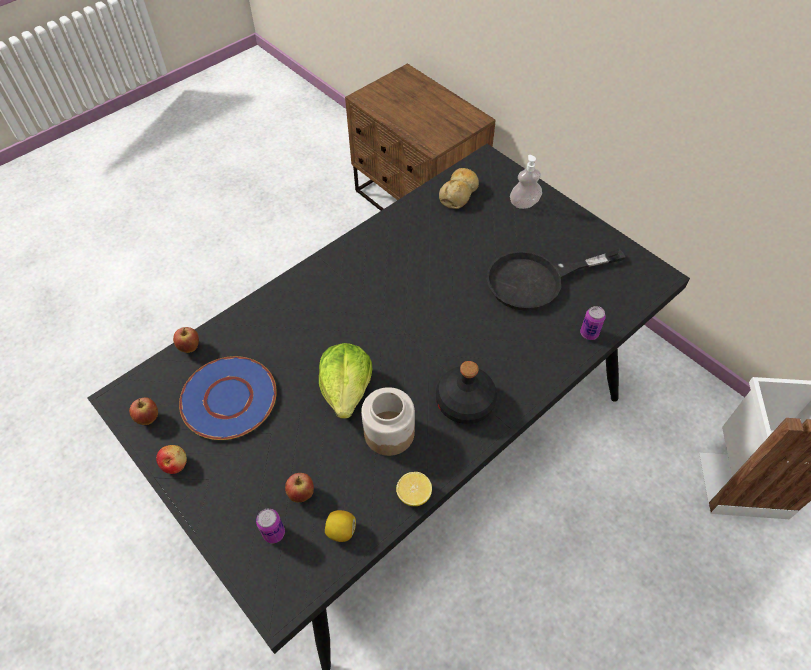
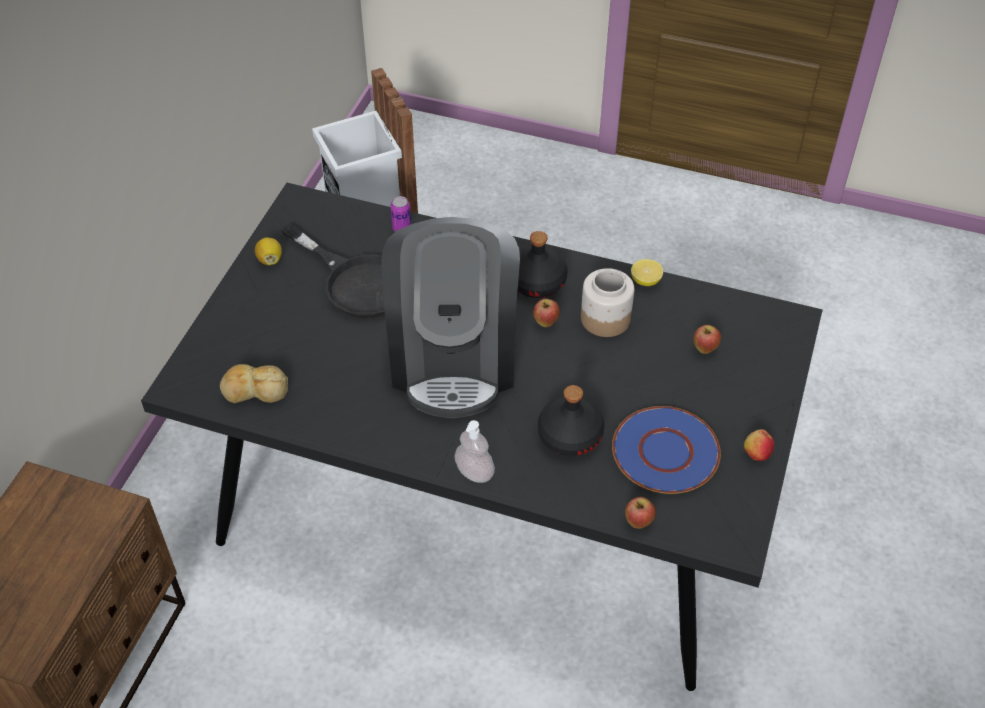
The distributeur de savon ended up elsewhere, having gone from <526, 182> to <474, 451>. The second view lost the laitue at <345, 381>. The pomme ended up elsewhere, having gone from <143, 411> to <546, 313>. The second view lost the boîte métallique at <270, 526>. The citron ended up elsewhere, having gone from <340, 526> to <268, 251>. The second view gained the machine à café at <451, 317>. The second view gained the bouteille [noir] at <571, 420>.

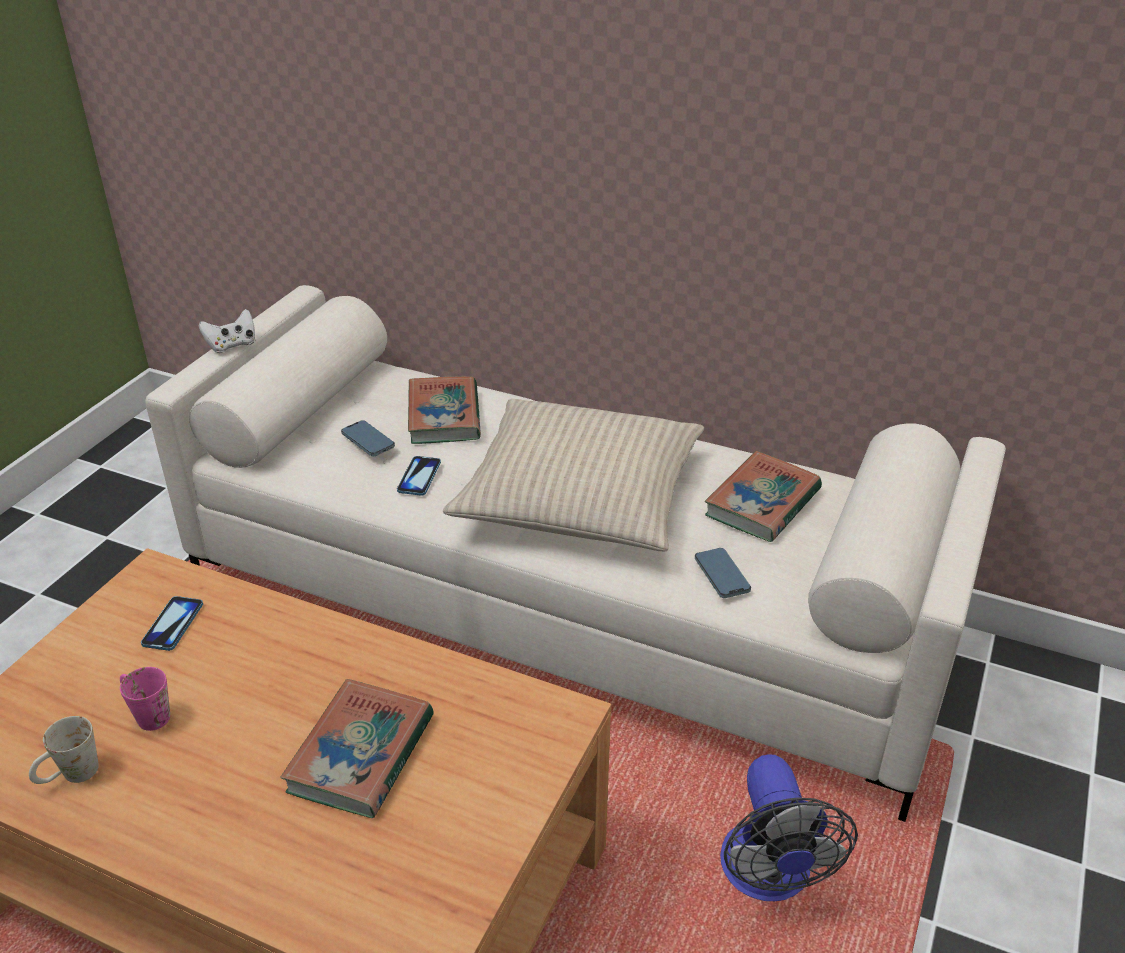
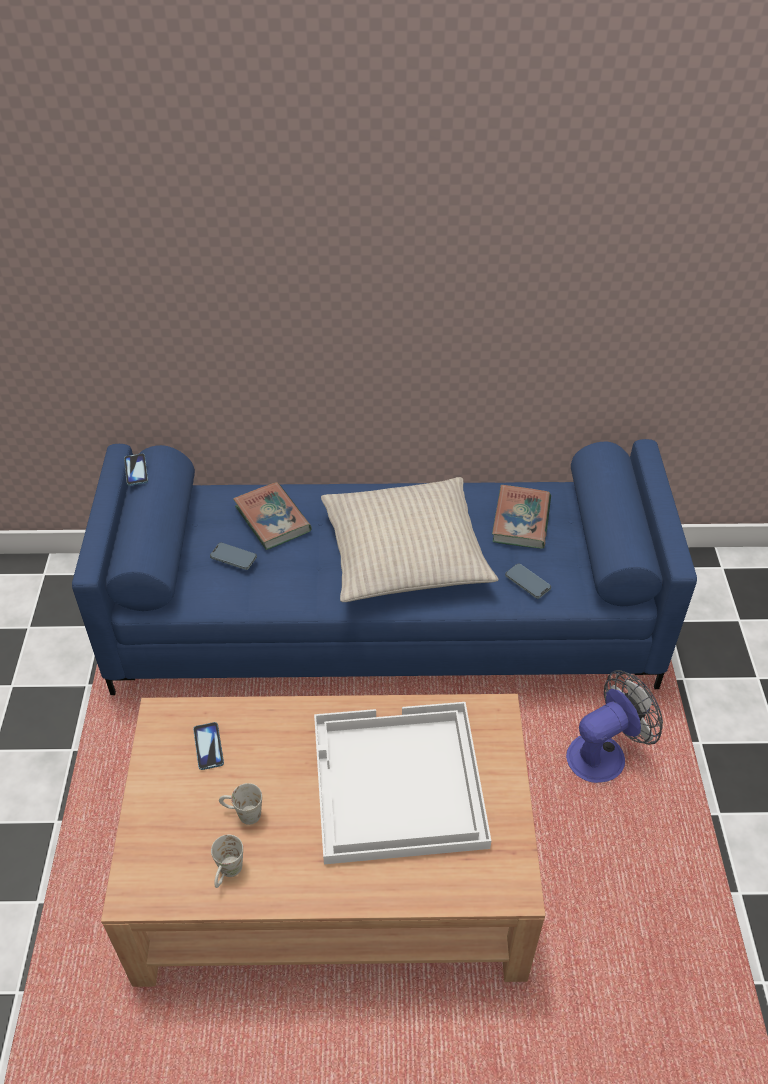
What was the canapé [blanc] at <575, 553> turned into the canapé [bleu] at <384, 567>. The second view lost the manette [blanc] at <227, 331>. The téléphone ended up elsewhere, having gone from <419, 476> to <136, 469>. What was the mug [rose] at <145, 699> turned into the mug [blanc] at <240, 804>. Where the livre stood at <357, 748>, the plateau [blanc] came to stand at <402, 783>. The ventilateur at <789, 827> ended up facing another way, 90 degrees counterclockwise from before.

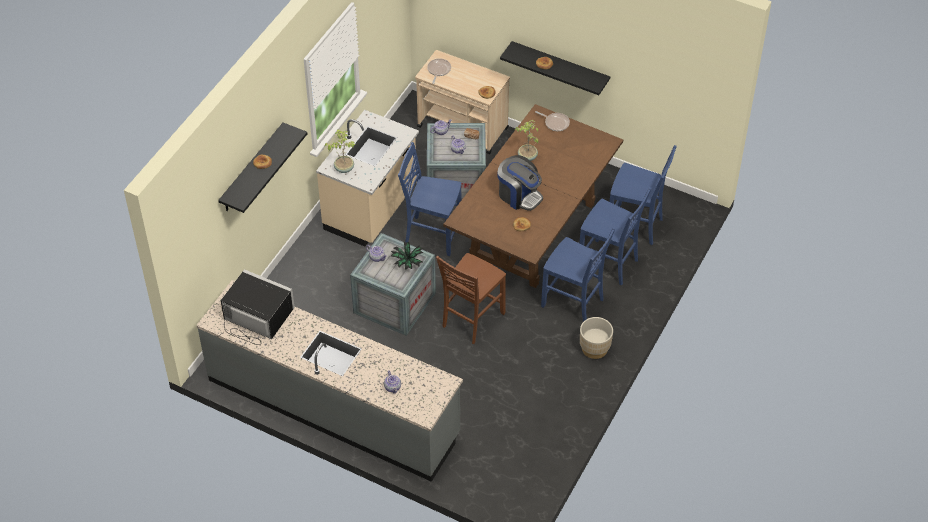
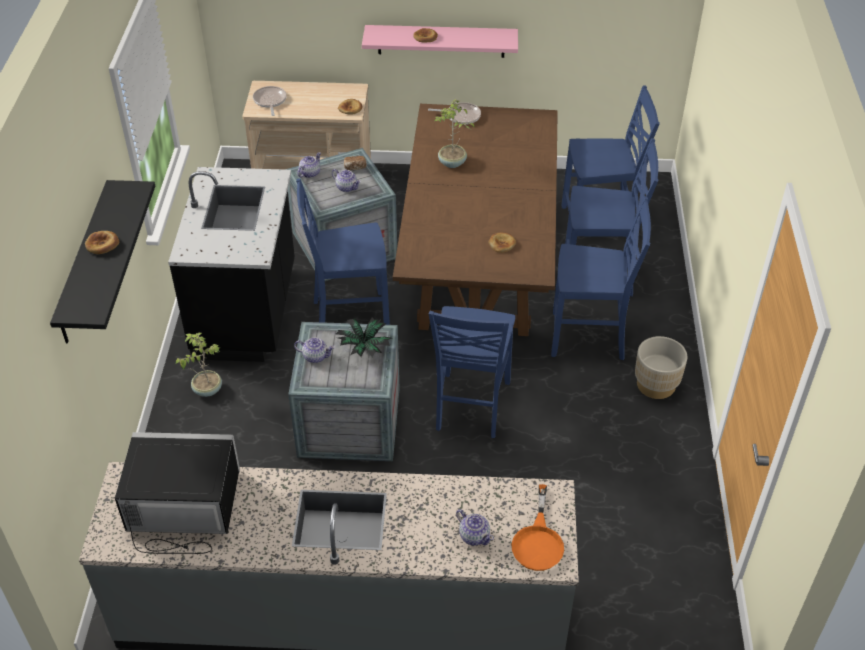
What was the étagère [noir] at <555, 68> turned into the étagère [rose] at <440, 41>. What was the comptoir de cuisine [beige] at <367, 178> turned into the comptoir de cuisine [noir] at <231, 264>. The plante en pot ended up elsewhere, having gone from <340, 151> to <198, 365>. The second view lost the machine à café at <520, 183>. What was the chaise [marron] at <471, 298> turned into the chaise [bleu] at <472, 372>. The second view gained the poêle [orange] at <537, 527>.

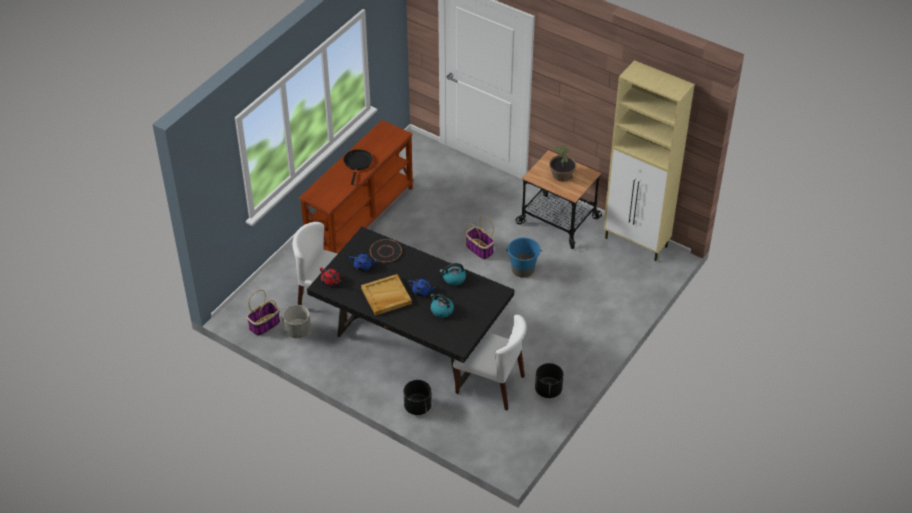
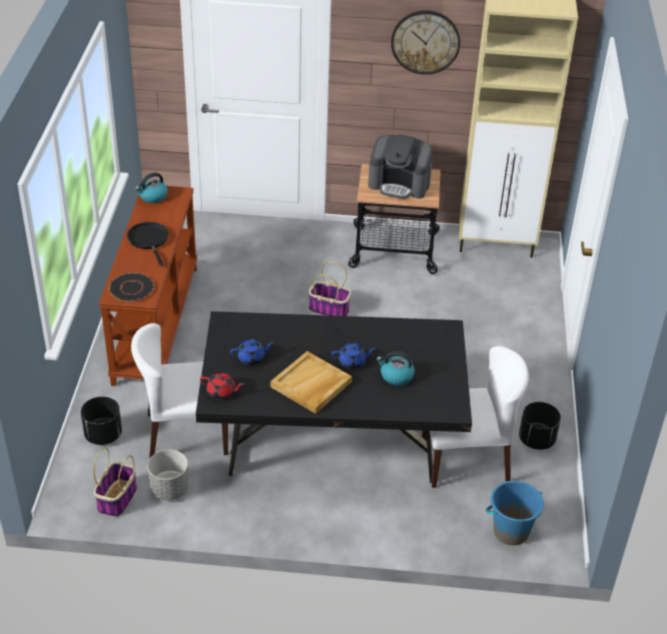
Where the plante en pot stood at <562, 163>, the machine à café came to stand at <400, 166>. The seau [bleu] ended up elsewhere, having gone from <524, 257> to <515, 513>. The assiette [noir] ended up elsewhere, having gone from <386, 250> to <131, 287>. The bouilloire ended up elsewhere, having gone from <453, 274> to <151, 187>. The cache-pot [noir] ended up elsewhere, having gone from <418, 397> to <101, 421>. The second view gained the horloge murale at <425, 42>.

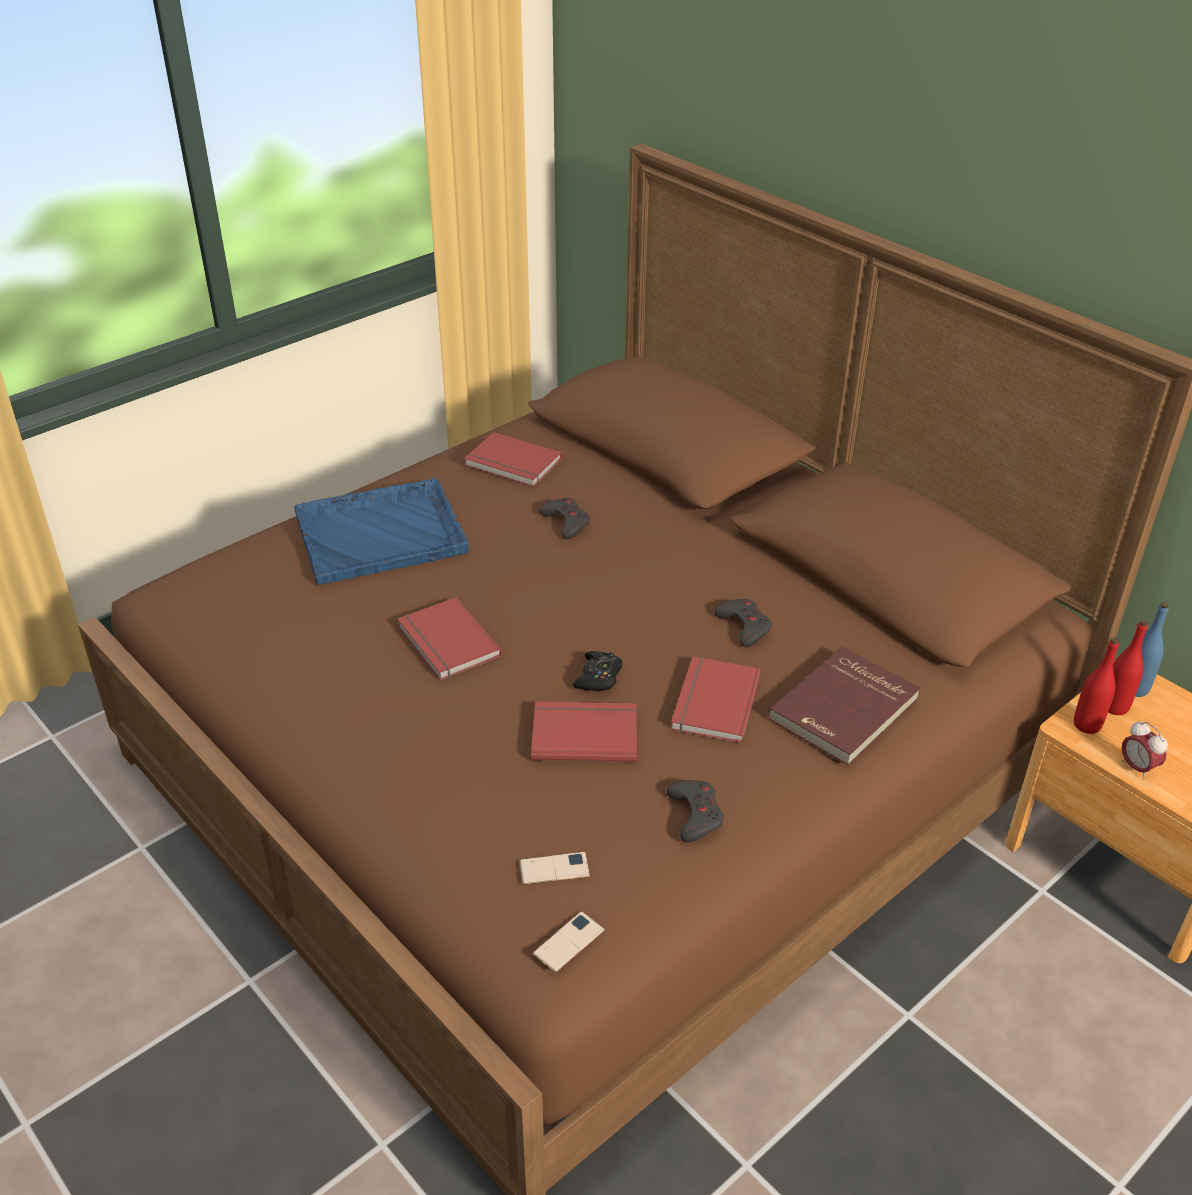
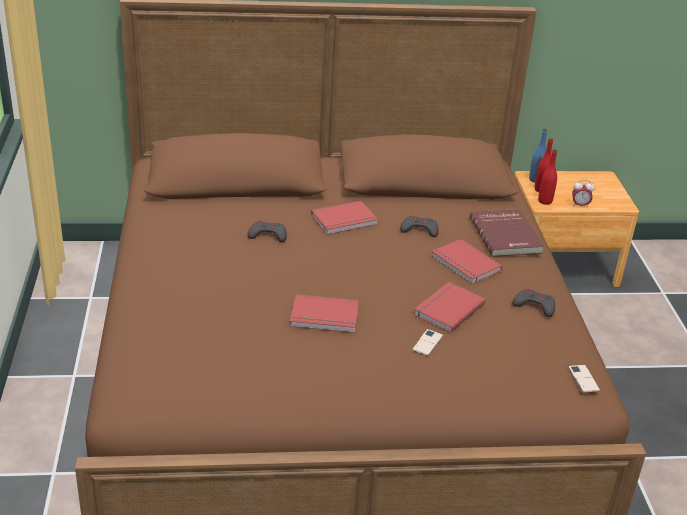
The livre [rouge] ended up elsewhere, having gone from <513, 459> to <344, 218>. The second view lost the plateau [bleu] at <381, 531>. The second view lost the manette [noir] at <598, 671>. The téléphone ended up elsewhere, having gone from <554, 868> to <427, 342>.

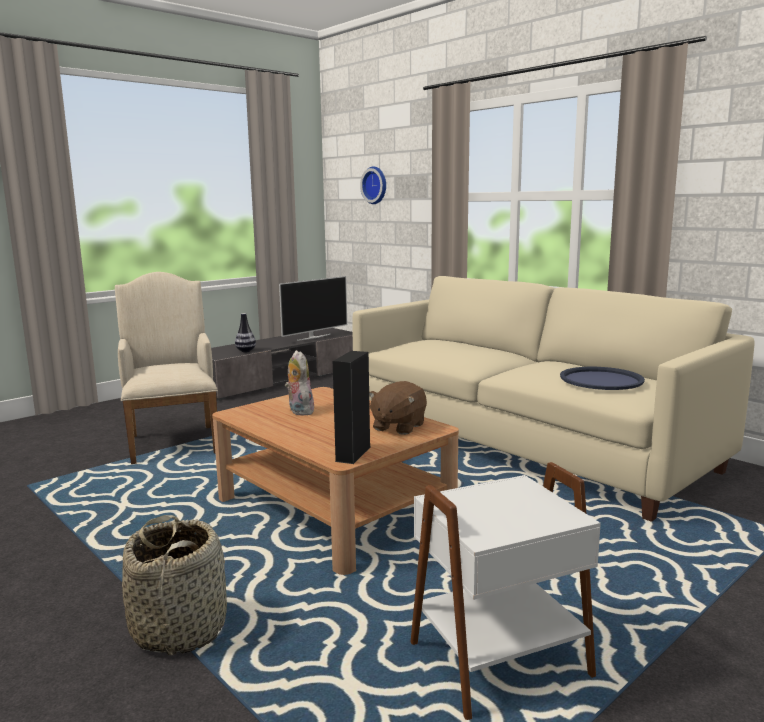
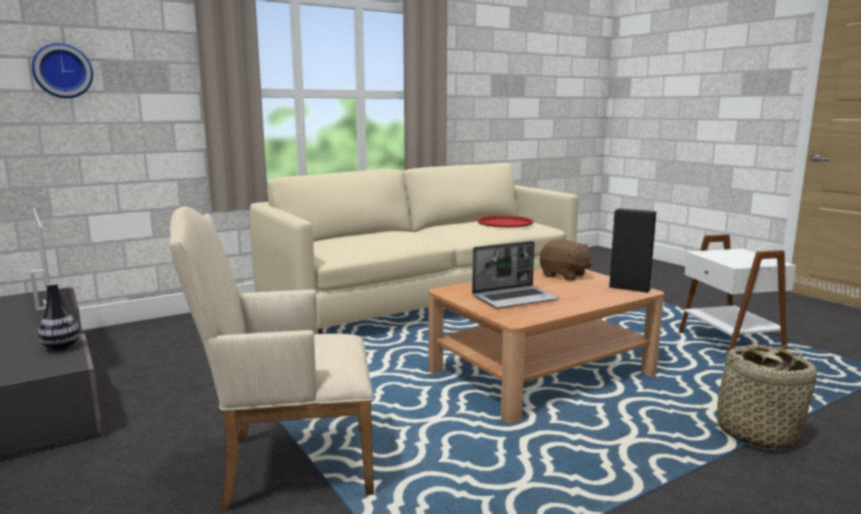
Where the peluche stood at <300, 383>, the ordinateur portable came to stand at <516, 275>. What was the plateau [bleu] at <602, 378> turned into the plateau [rouge] at <505, 222>.

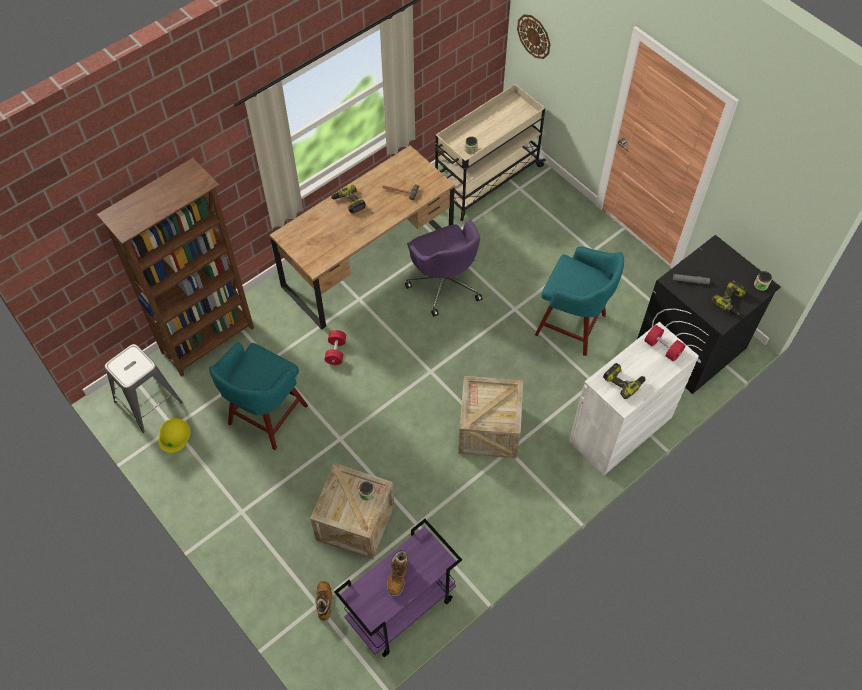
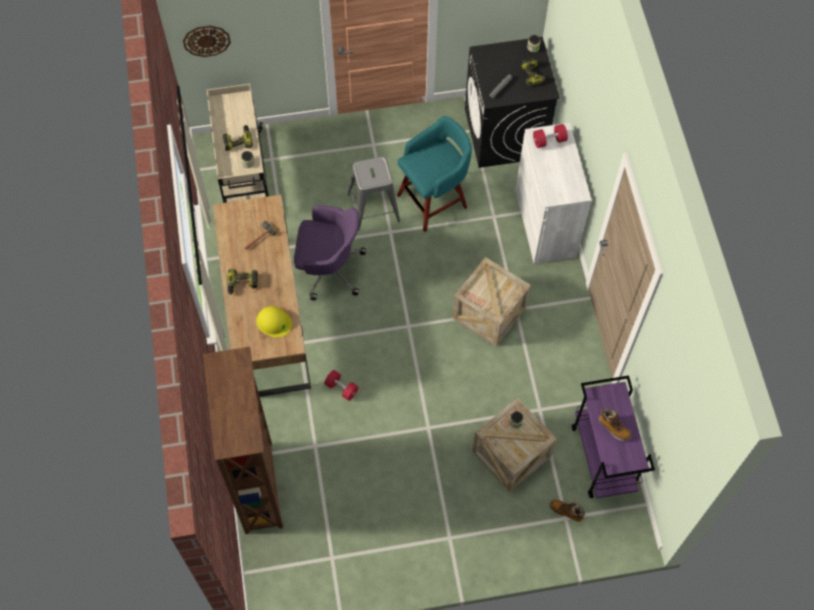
The second view lost the tabouret [turquoise] at <258, 396>. The tabouret [gris] ended up elsewhere, having gone from <143, 388> to <374, 194>. The perceuse ended up elsewhere, having gone from <624, 381> to <238, 138>. The casque de chantier [jaune] ended up elsewhere, having gone from <174, 435> to <274, 322>.

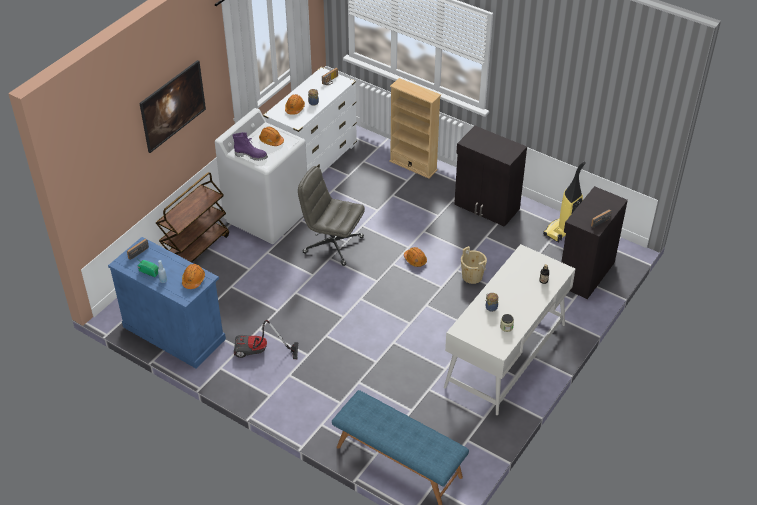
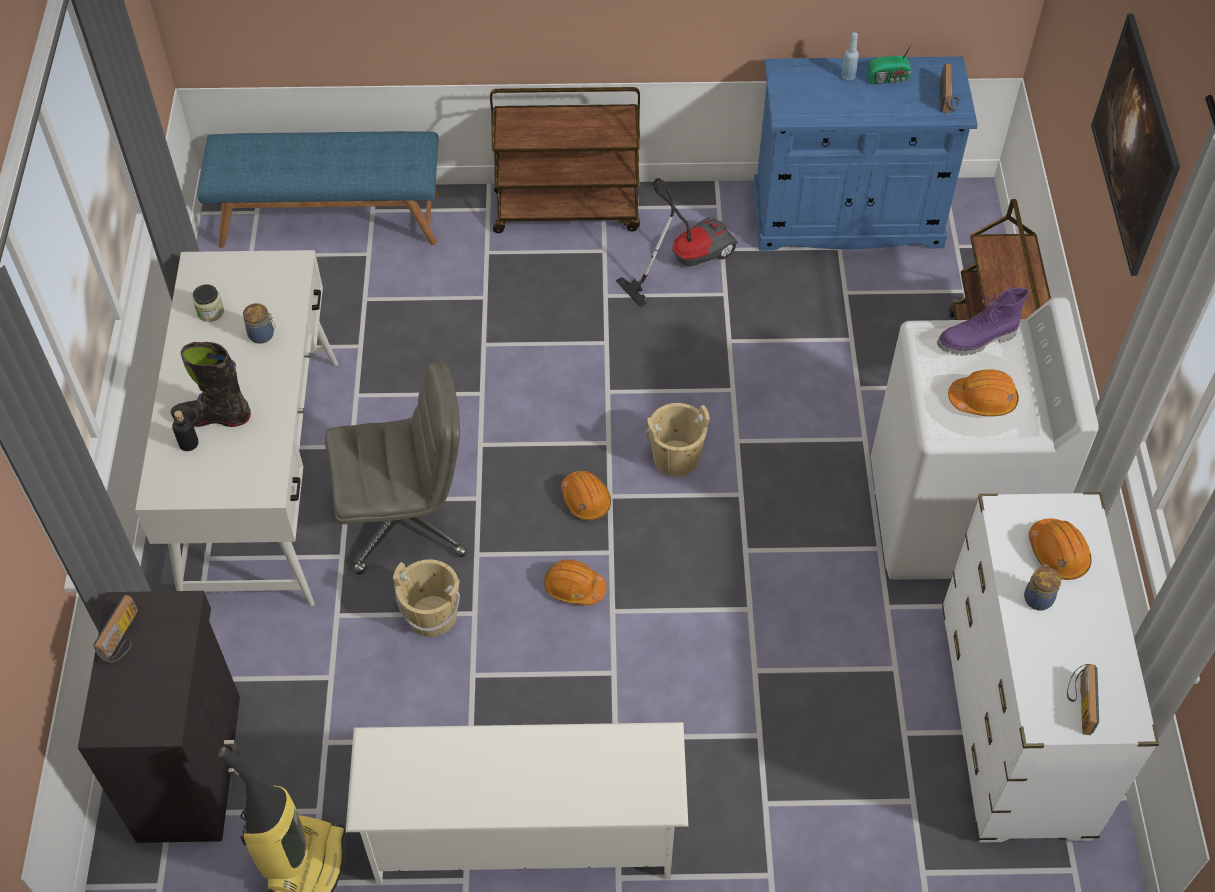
The second view lost the bibliothèque [beige] at <415, 128>. Where the meuble de rangement [noir] stood at <490, 176>, the étagère à chaussures [blanc] came to stand at <517, 803>. The chaise de bureau [gris] ended up elsewhere, having gone from <331, 216> to <396, 467>. The casque de chantier [orange] ended up elsewhere, having gone from <193, 276> to <586, 495>. The second view gained the chariot [marron] at <565, 160>. The second view gained the botte [noir] at <211, 384>. The second view gained the seau [beige] at <678, 440>.

